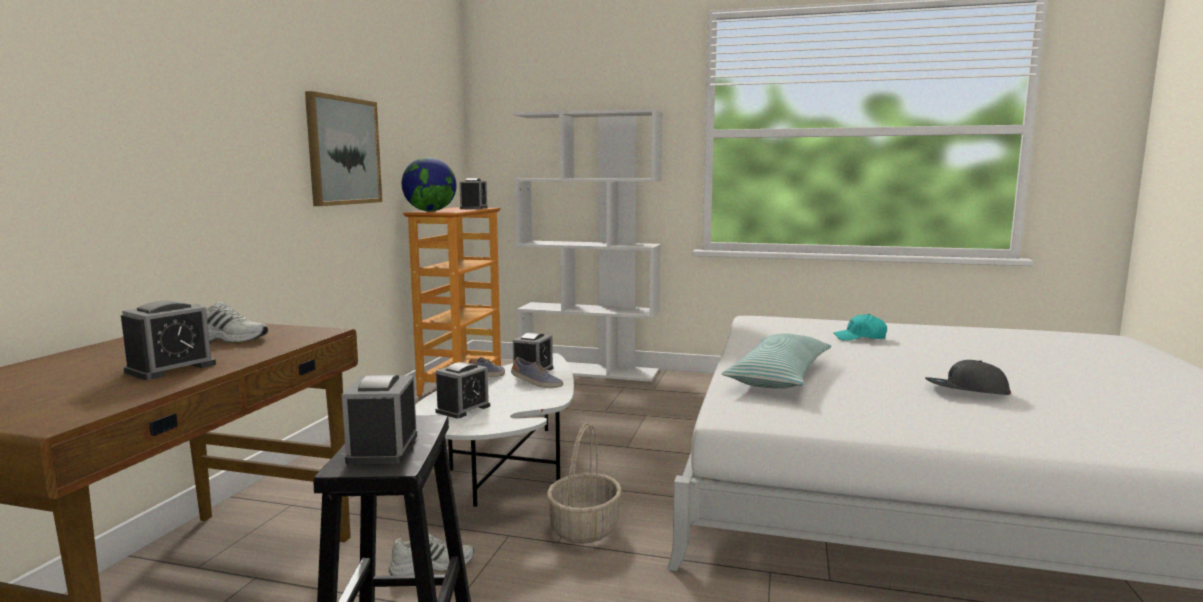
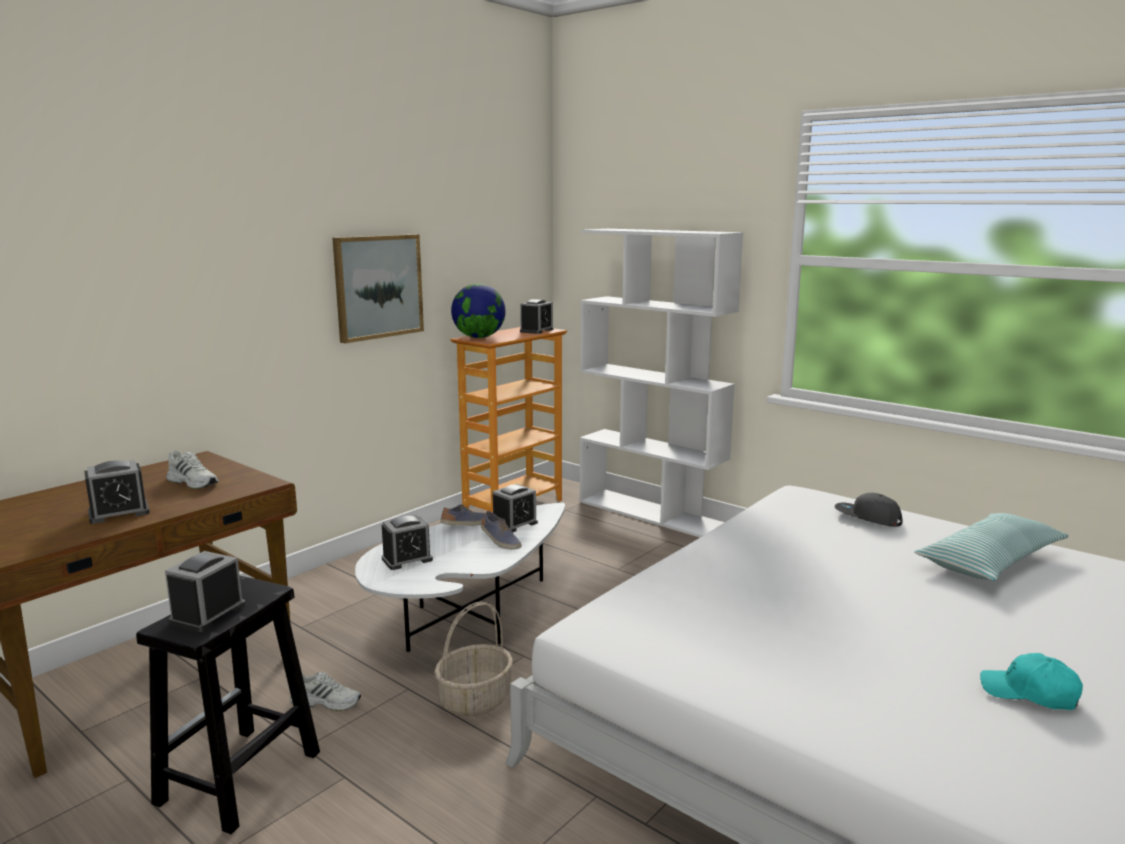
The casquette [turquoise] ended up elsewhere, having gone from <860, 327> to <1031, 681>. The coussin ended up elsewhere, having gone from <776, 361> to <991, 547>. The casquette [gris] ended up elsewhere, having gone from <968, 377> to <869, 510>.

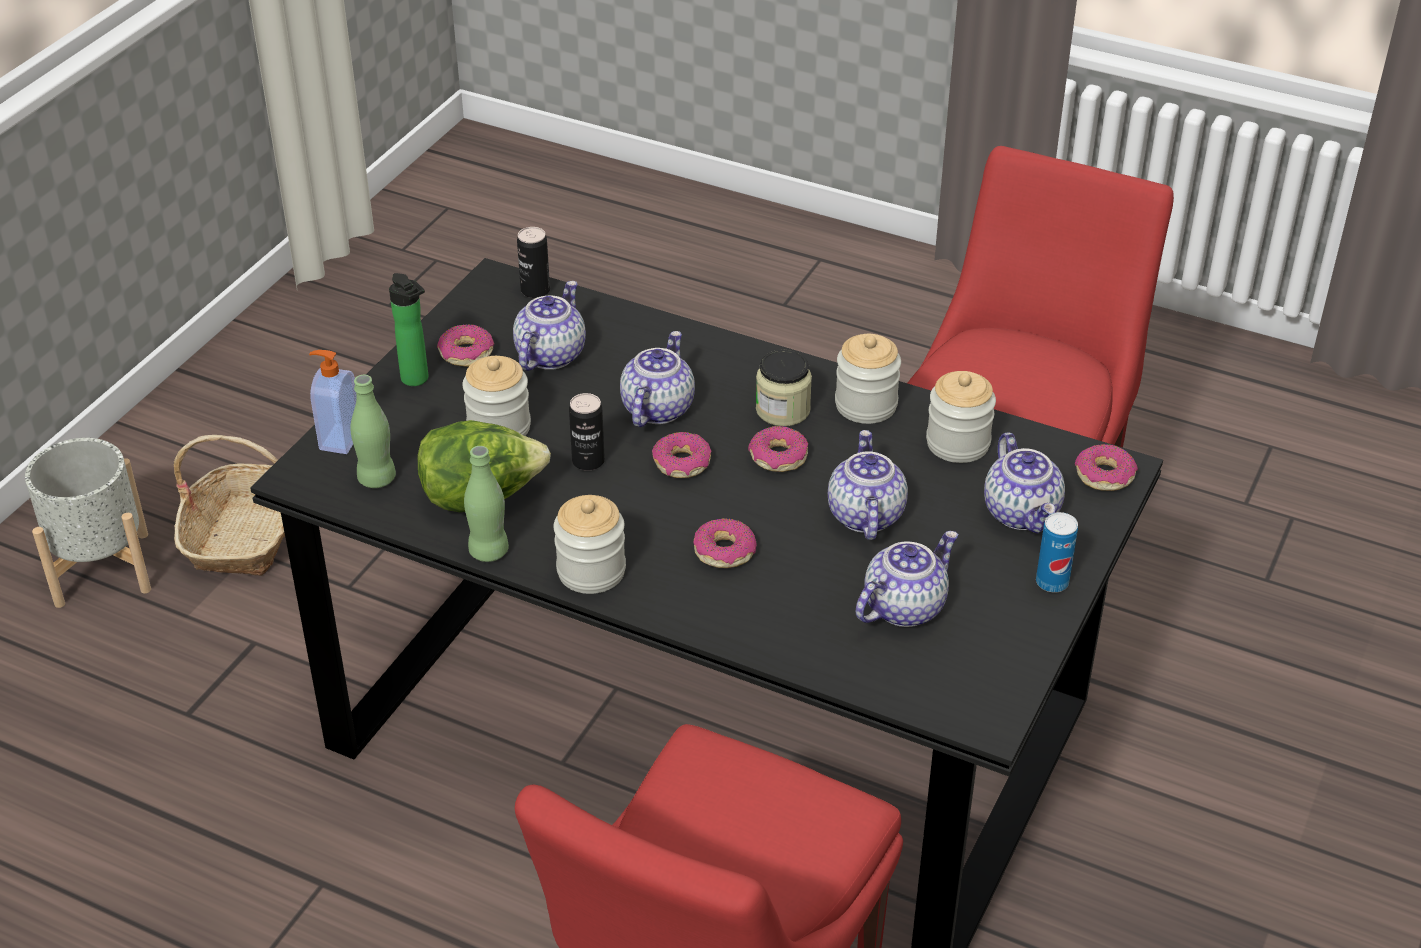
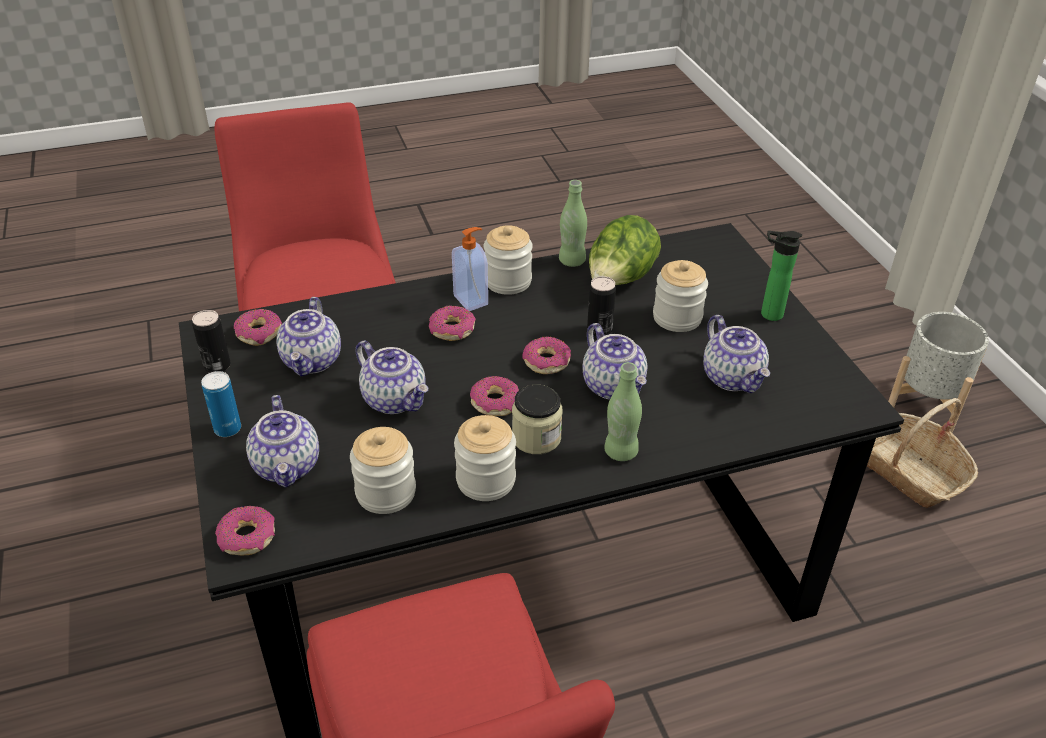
The boîte métallique ended up elsewhere, having gone from <533, 262> to <211, 341>. The beignet ended up elsewhere, having gone from <465, 345> to <258, 327>. The distributeur de savon ended up elsewhere, having gone from <332, 402> to <470, 269>. The bouteille [vert] ended up elsewhere, having gone from <373, 431> to <623, 411>. The théière at <1024, 483> ended up facing another way, 135 degrees counterclockwise from before.

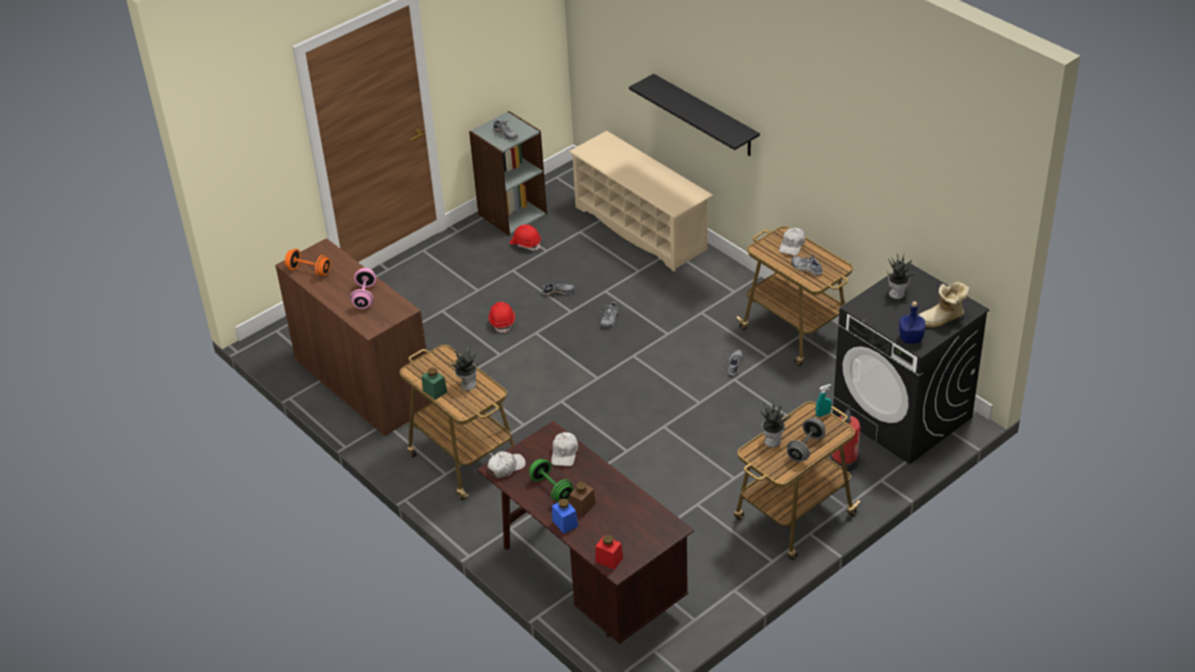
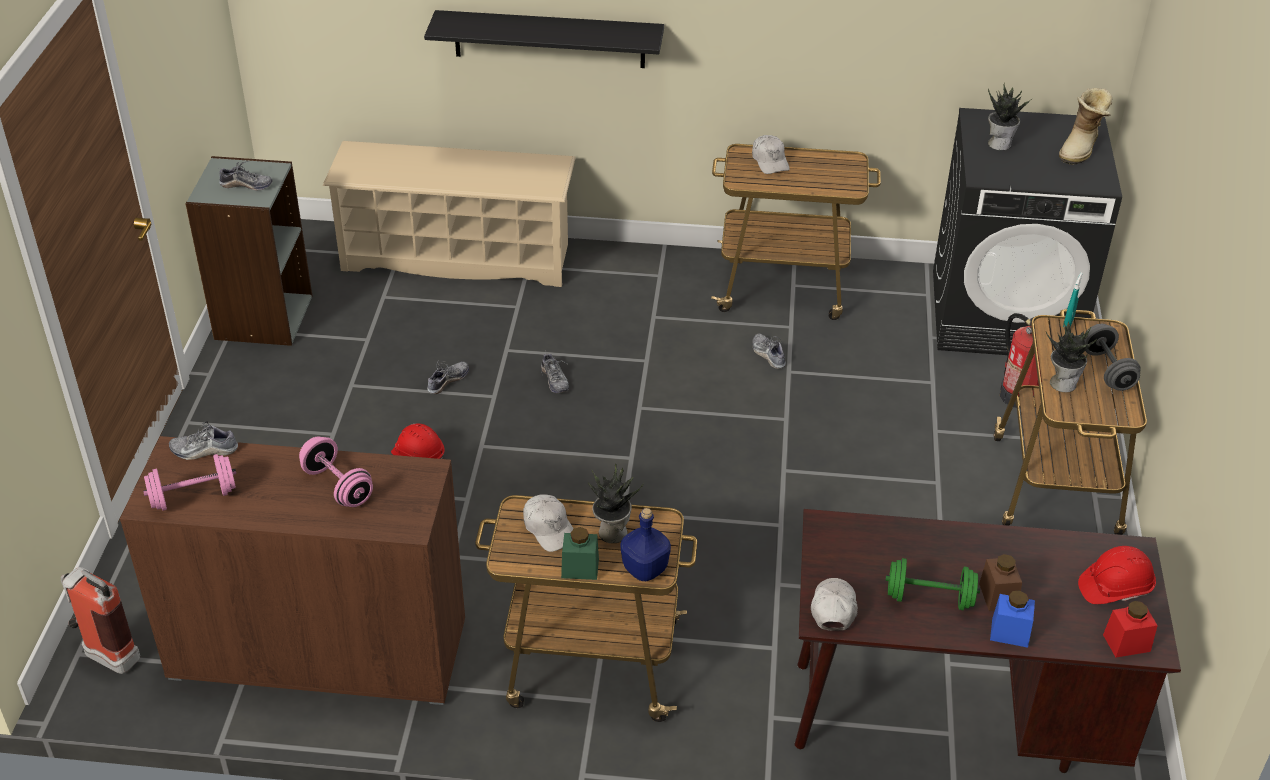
The casque de chantier [rouge] ended up elsewhere, having gone from <525, 237> to <1117, 575>. What was the haltère [orange] at <308, 263> turned into the haltère [rose] at <189, 482>. The chaussure ended up elsewhere, having gone from <807, 265> to <203, 440>. The bouteille [bleu] ended up elsewhere, having gone from <912, 322> to <646, 544>. The casquette [blanc] ended up elsewhere, having gone from <564, 449> to <548, 523>. The second view gained the extincteur at <100, 620>.

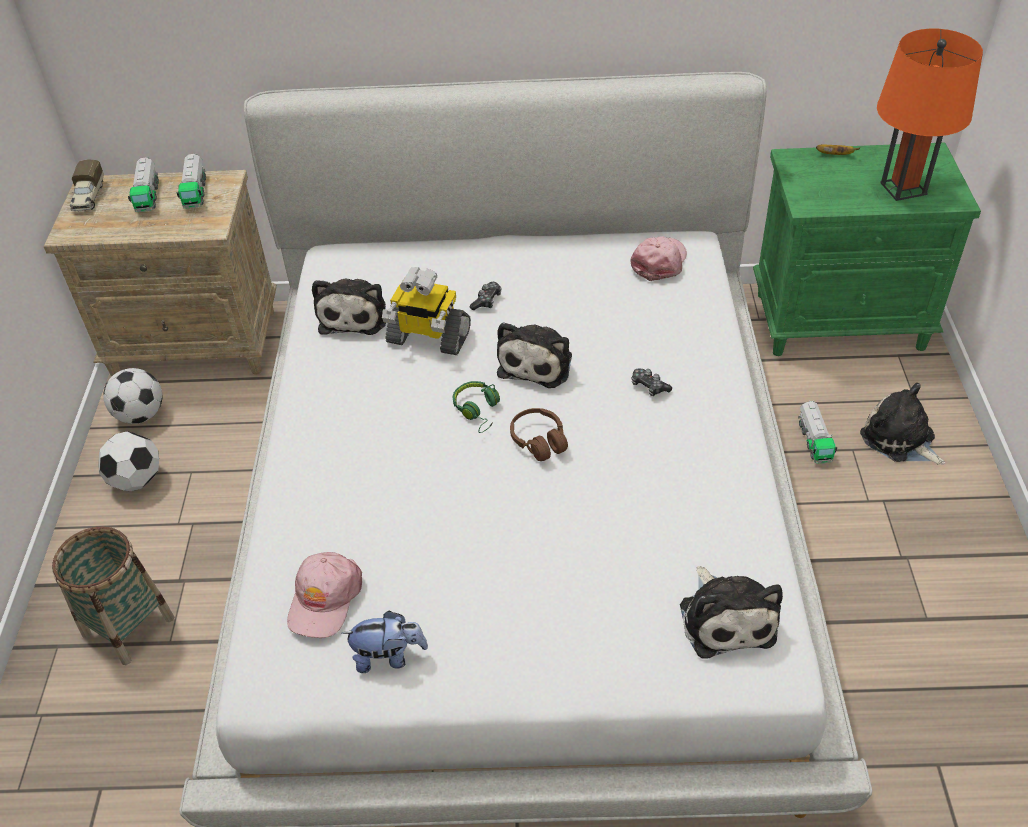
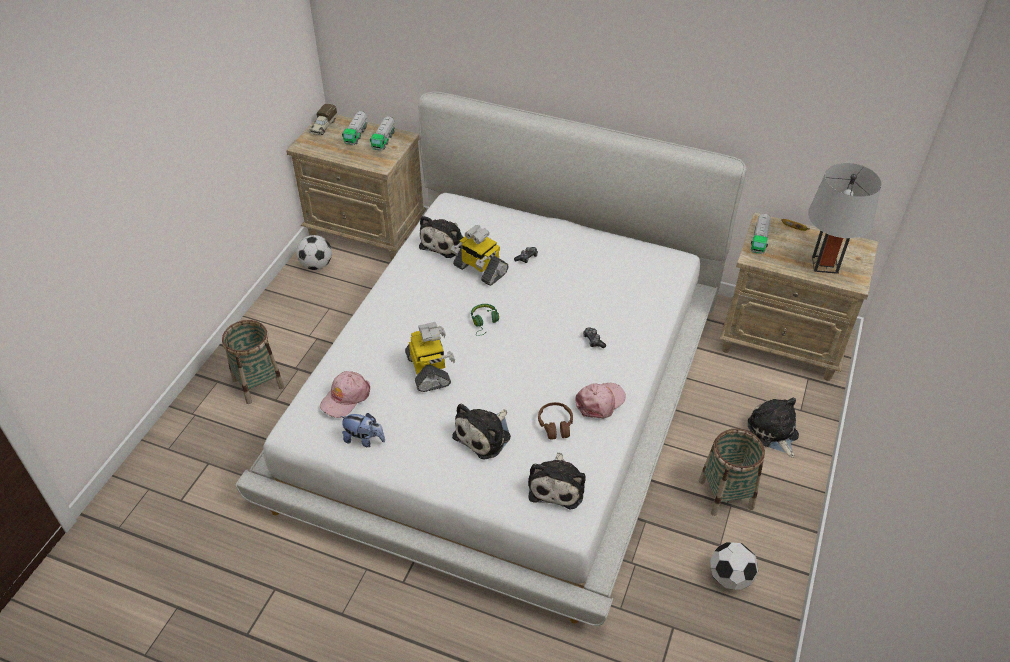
What was the lampe de table [orange] at <930, 115> turned into the lampe de table [gris] at <844, 218>. What was the table de chevet [vert] at <867, 249> turned into the table de chevet [beige] at <798, 297>. The casquette [rose] ended up elsewhere, having gone from <658, 258> to <600, 401>. The peluche ended up elsewhere, having gone from <534, 355> to <481, 432>. The camion jouet ended up elsewhere, having gone from <817, 431> to <761, 234>. The casque audio [marron] ended up elsewhere, having gone from <539, 434> to <555, 421>. The ballon de foot ended up elsewhere, having gone from <128, 461> to <734, 566>. The second view gained the robot jouet at <430, 357>. The second view gained the panier at <732, 472>.

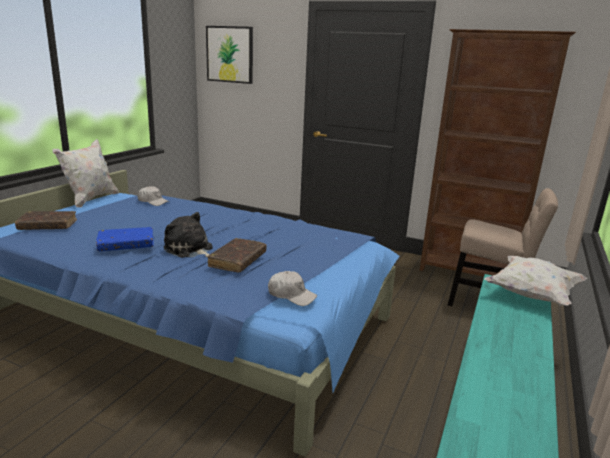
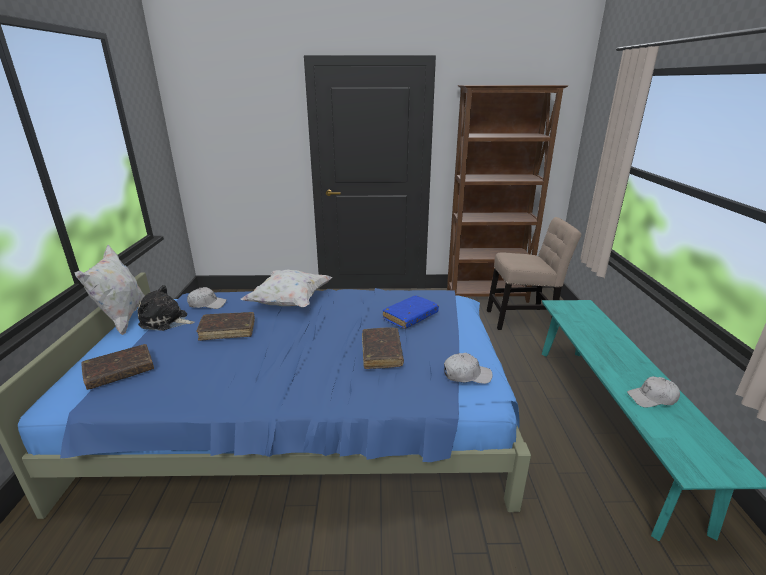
The second view lost the tableau at <229, 55>. The peluche ended up elsewhere, having gone from <188, 235> to <166, 308>. The livre [bleu] ended up elsewhere, having gone from <125, 239> to <410, 312>. The coussin [blanc] ended up elsewhere, having gone from <535, 281> to <286, 289>. The second view gained the livre [marron] at <225, 326>. The second view gained the casquette [blanc] at <653, 392>.

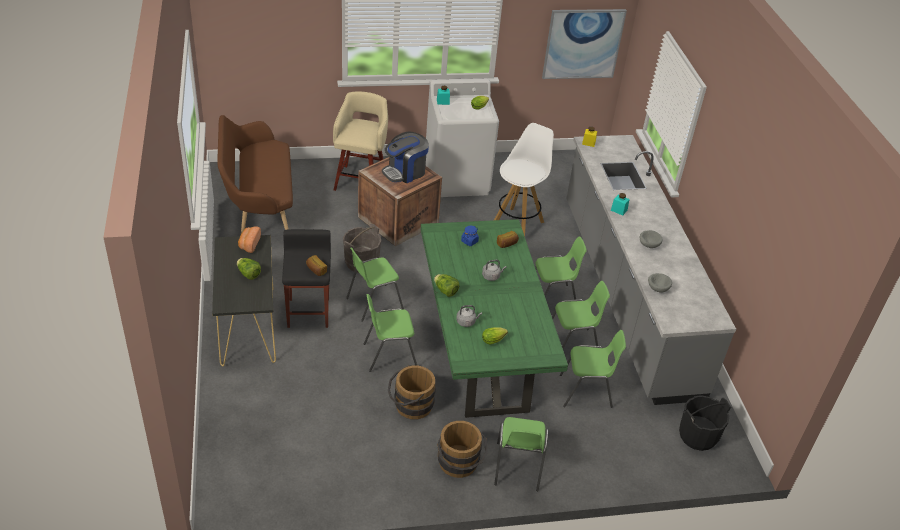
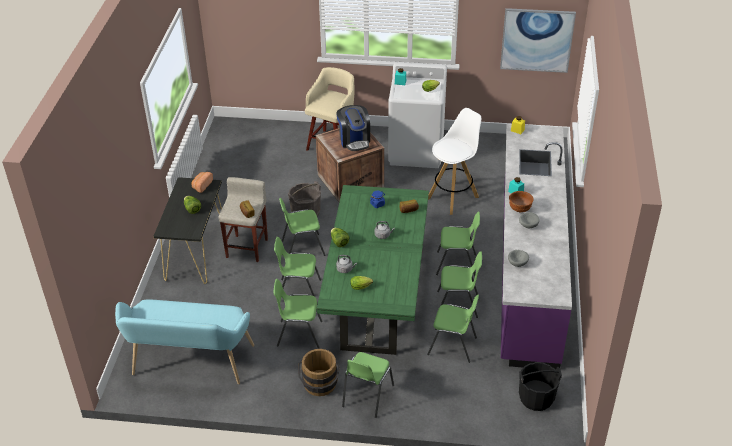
The second view lost the banc [marron] at <255, 174>. The machine à café at <405, 157> ended up facing another way, 90 degrees counterclockwise from before. What was the comptoir de cuisine [gris] at <651, 270> turned into the comptoir de cuisine [violet] at <536, 246>. What was the tabouret [noir] at <306, 278> turned into the tabouret [beige] at <243, 219>. Where the seau [marron] stood at <412, 392>, the chaise [vert] came to stand at <298, 314>. The second view gained the bol [marron] at <521, 201>. The second view gained the banc [turquoise] at <184, 341>.

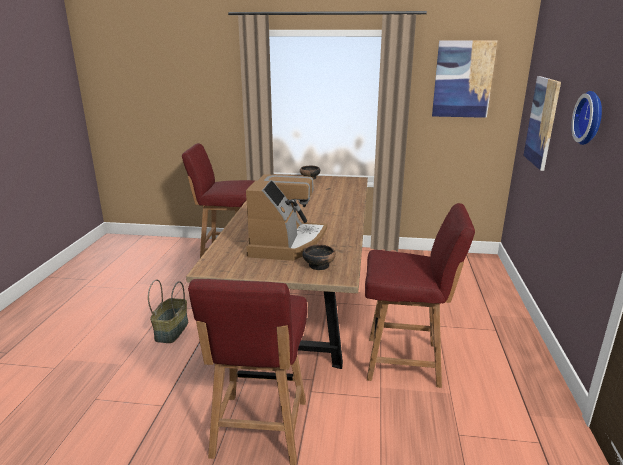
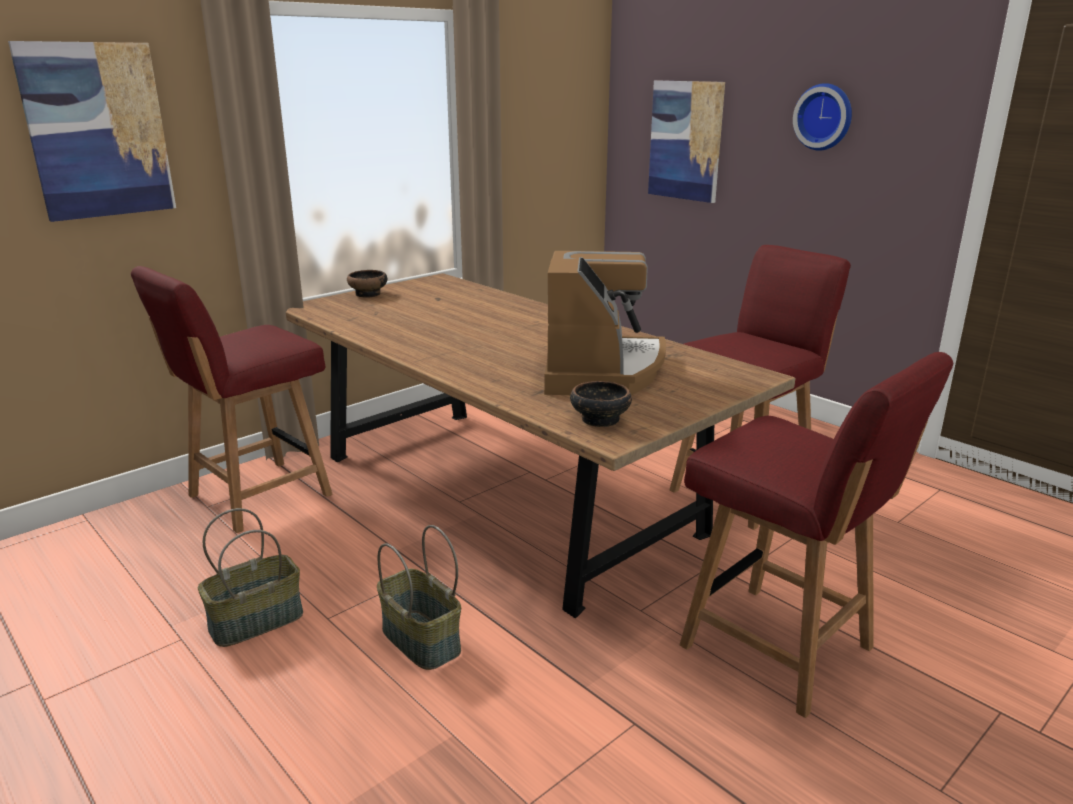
The tableau ended up elsewhere, having gone from <464, 79> to <92, 131>. The machine à café at <286, 217> ended up facing another way, 45 degrees clockwise from before. The bol ended up elsewhere, having gone from <319, 257> to <601, 404>. The second view gained the panier at <250, 577>.

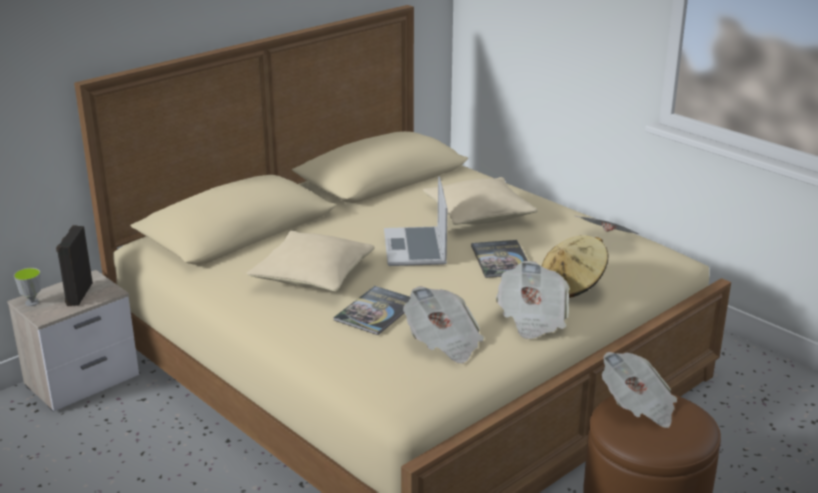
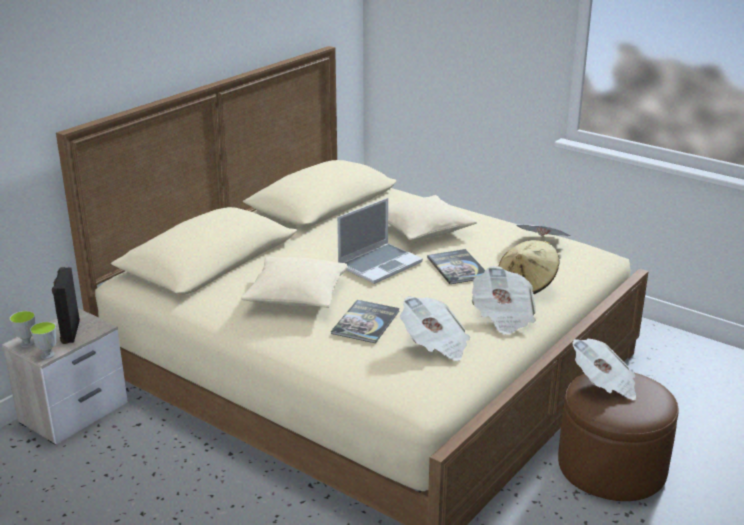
The ordinateur portable at <415, 221> ended up facing another way, 120 degrees counterclockwise from before. The second view gained the tasse at <43, 340>.

